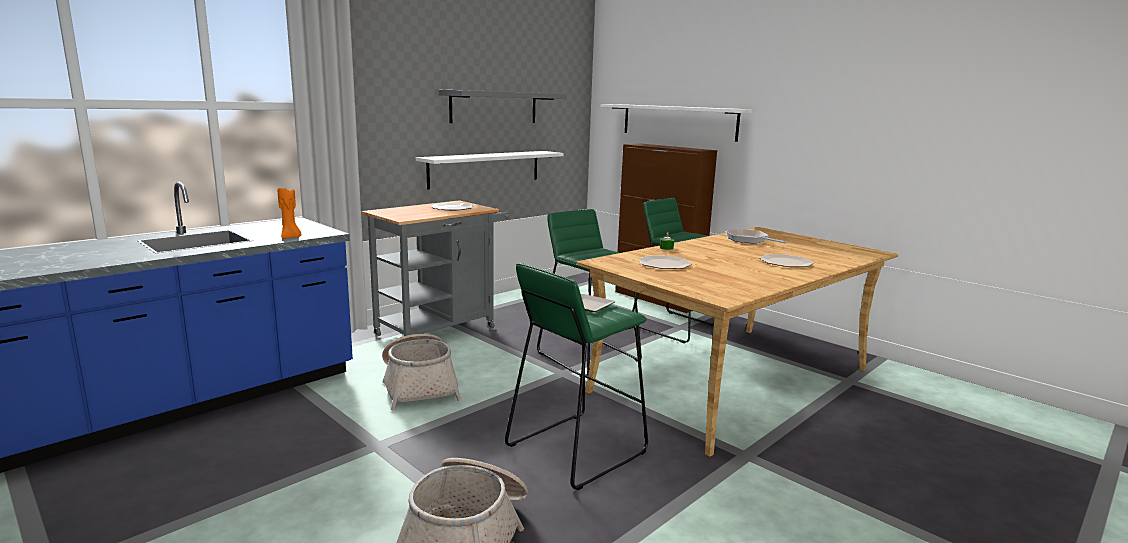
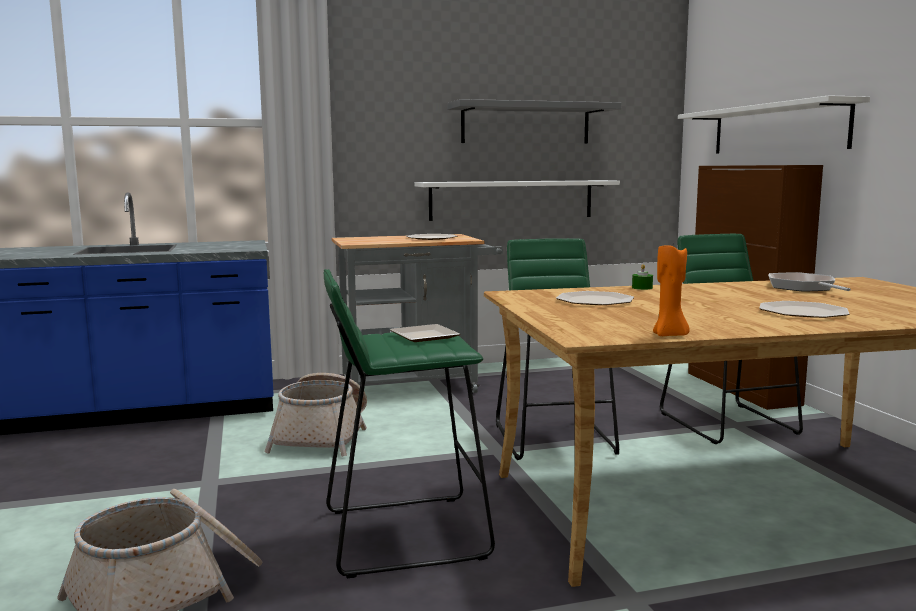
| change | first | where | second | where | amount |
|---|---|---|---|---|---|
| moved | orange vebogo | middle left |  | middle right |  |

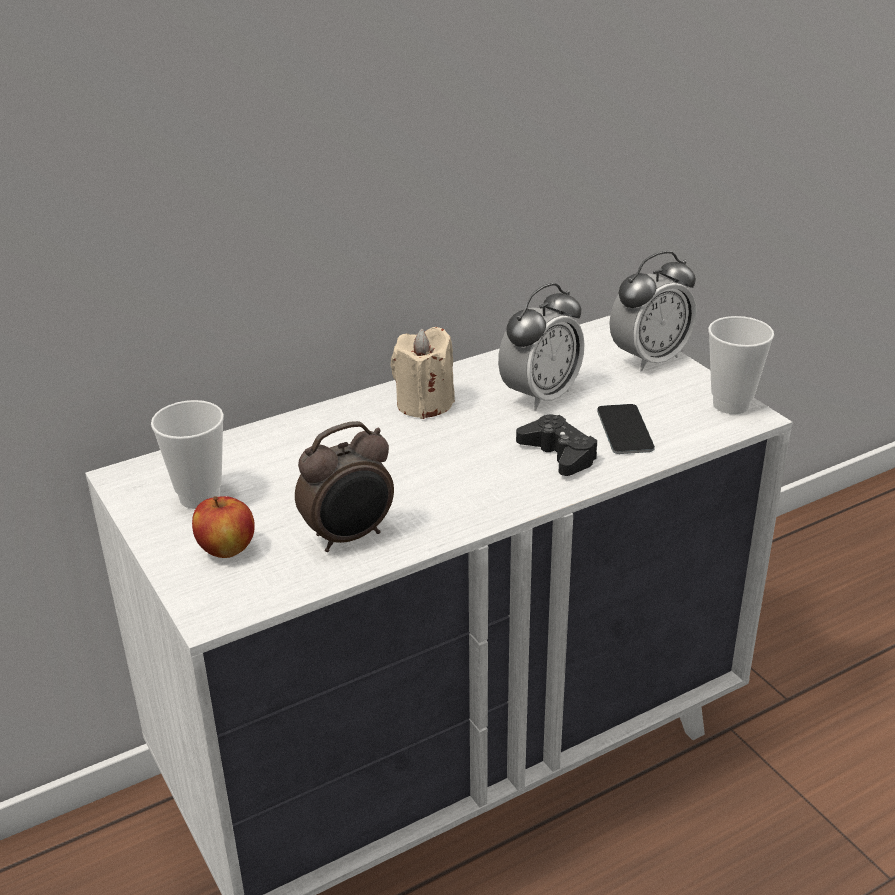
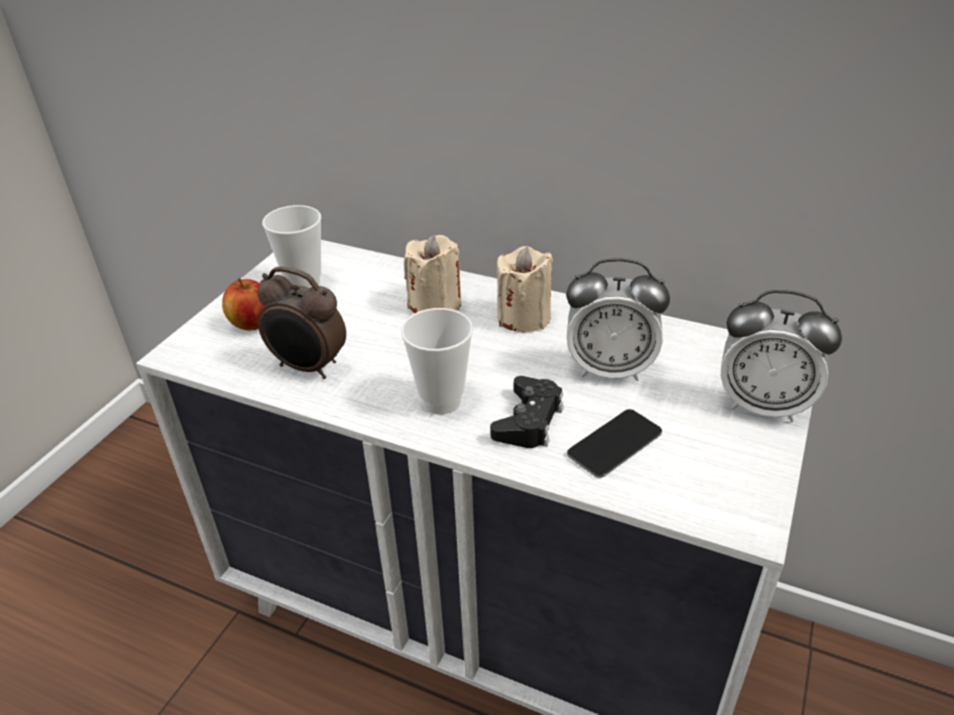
| change | first | where | second | where | amount |
|---|---|---|---|---|---|
| added |  |  | beige vebogo (1st from left) | centre |  |
| moved | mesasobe (2nd from left) | middle right |  | centre |  |

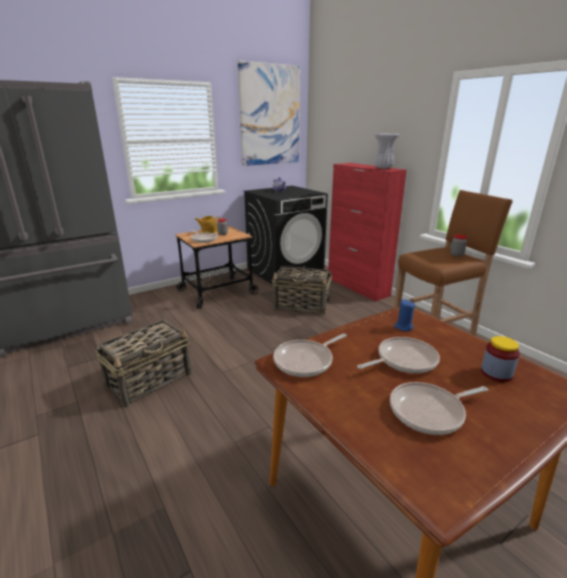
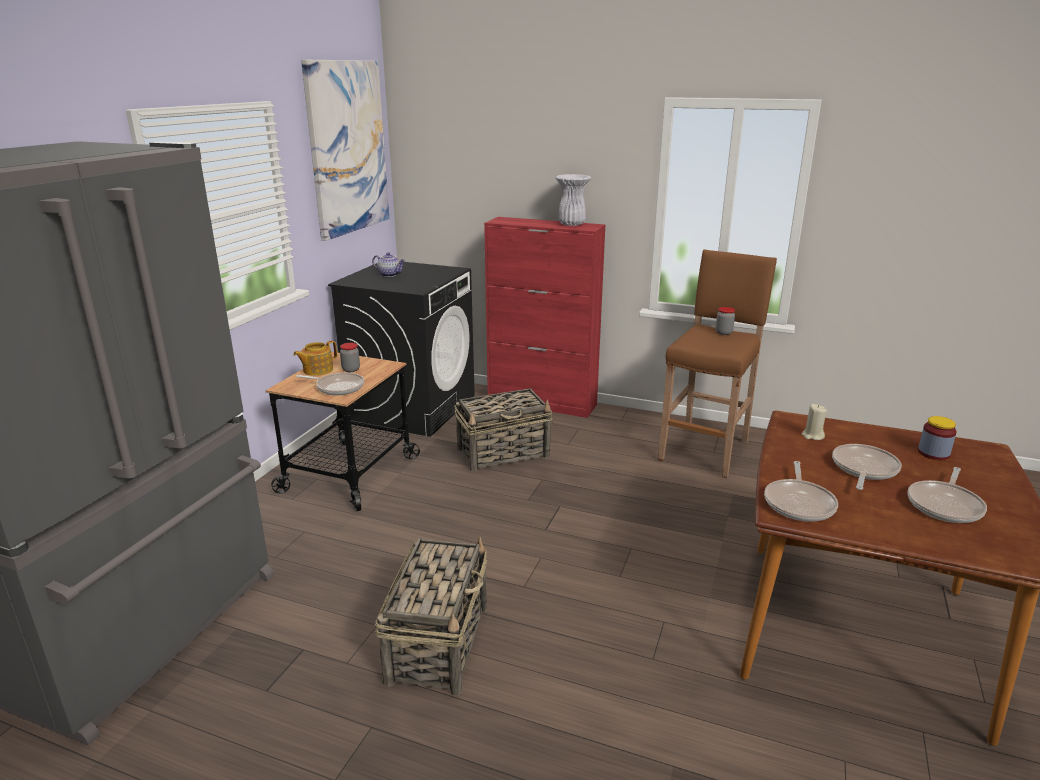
| change | first | where | second | where | amount |
|---|---|---|---|---|---|
| recoloured | blue vebogo | middle right | beige vebogo | middle right |  |

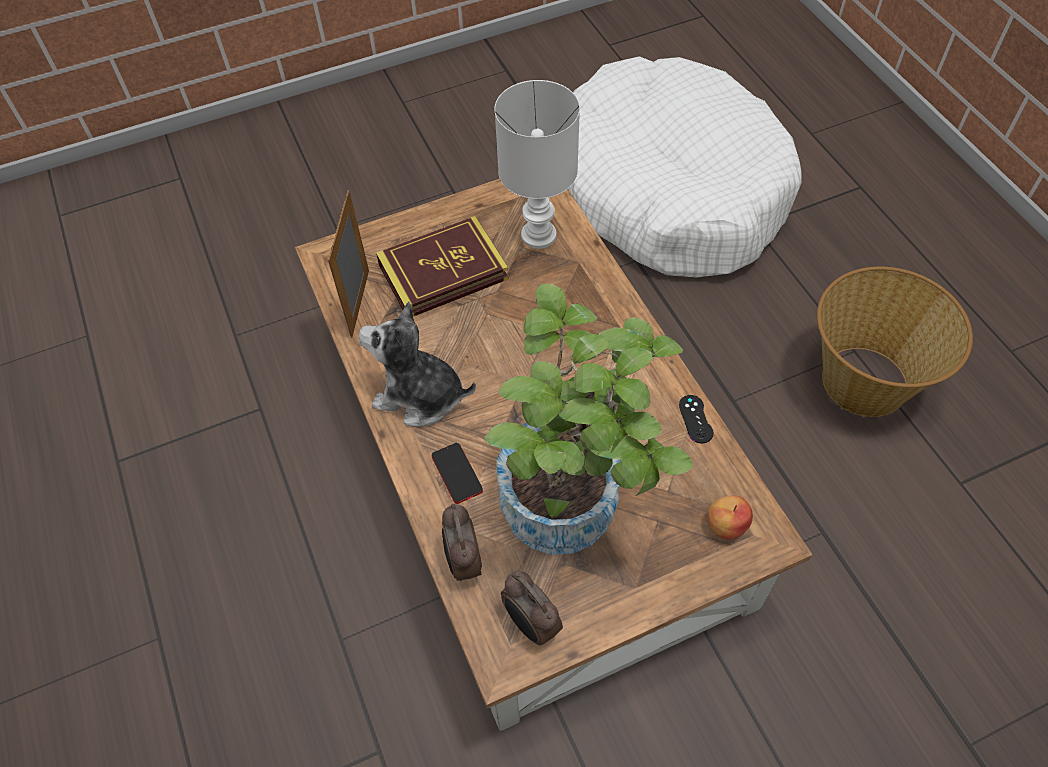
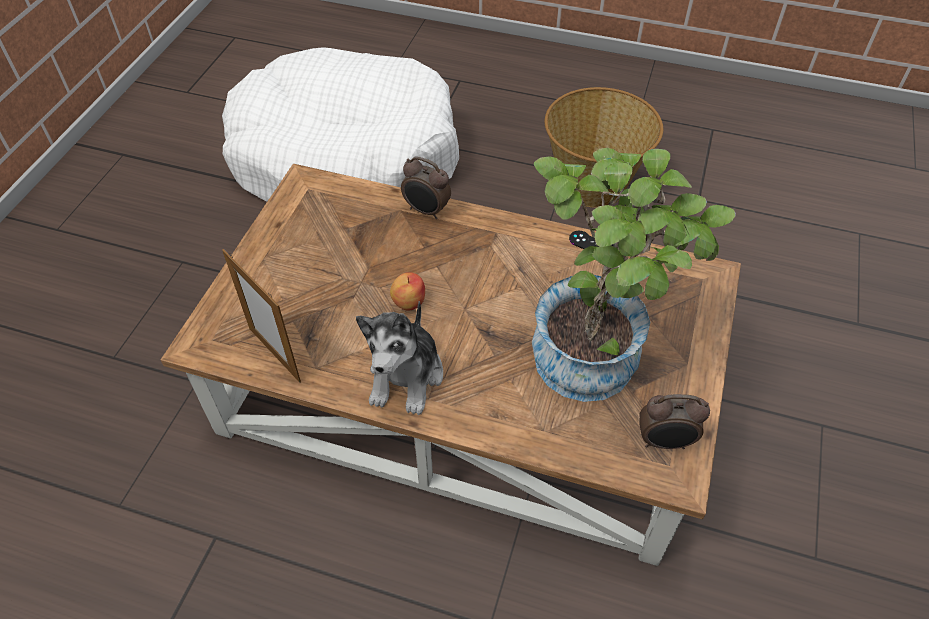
| change | first | where | second | where | amount |
|---|---|---|---|---|---|
| removed | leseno | centre |  |  |  |
| removed | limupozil | centre |  |  |  |
| removed | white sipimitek | top centre |  |  |  |
| moved | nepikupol (1st from left) | bottom centre |  | top centre |  |
| moved | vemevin | bottom right |  | centre |  |
| turned | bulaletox | centre |  | centre | 45 degrees counterclockwise |

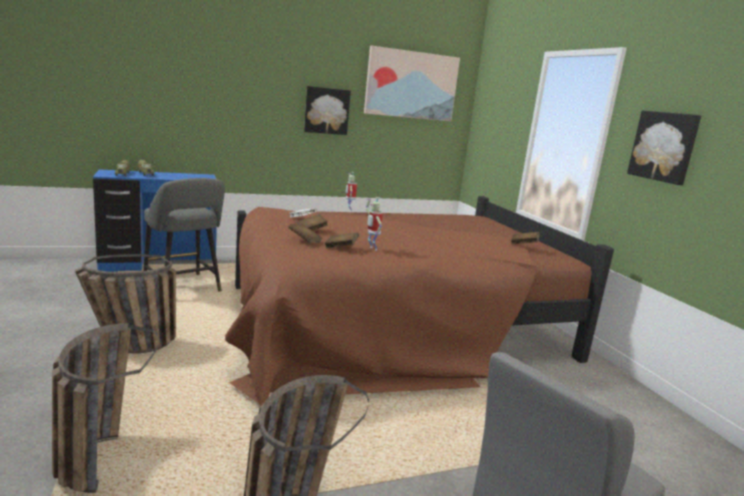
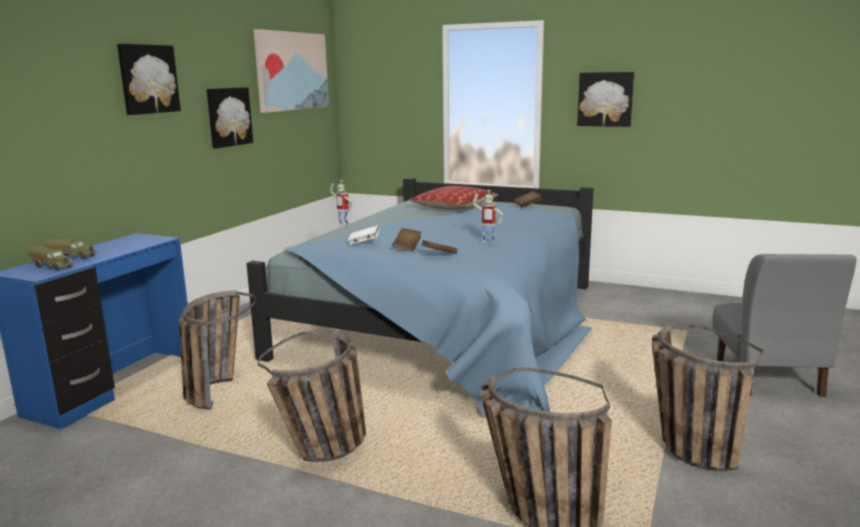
| change | first | where | second | where | amount |
|---|---|---|---|---|---|
| removed | brown leseno (3rd from left) | centre |  |  |  |
| added |  |  | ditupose (1st from left) | top left |  |
| added |  |  | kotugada | centre |  |
| replaced | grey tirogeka | middle left | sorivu (1st from left) | middle left |  |
| recoloured | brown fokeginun | centre | blue fokeginun | centre |  |

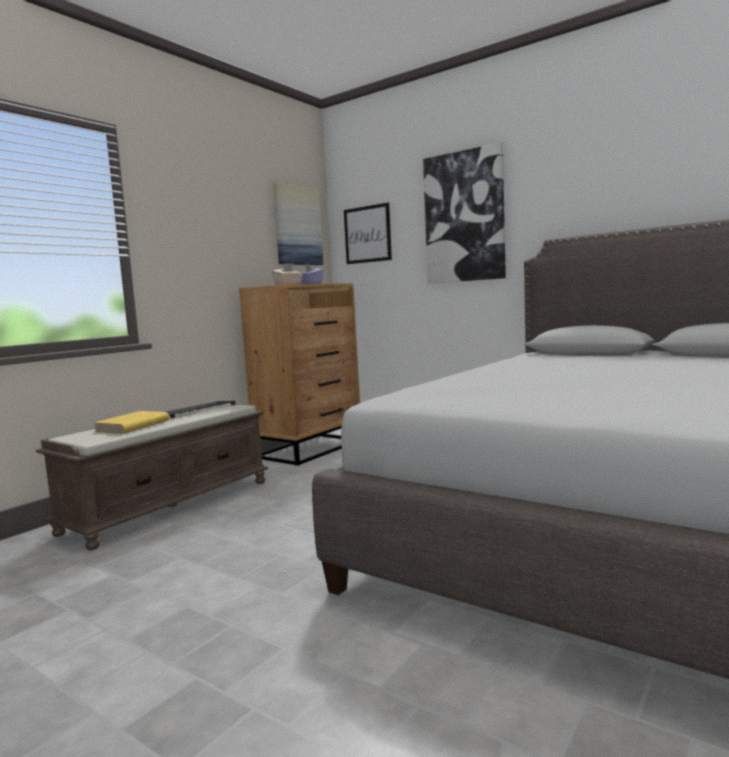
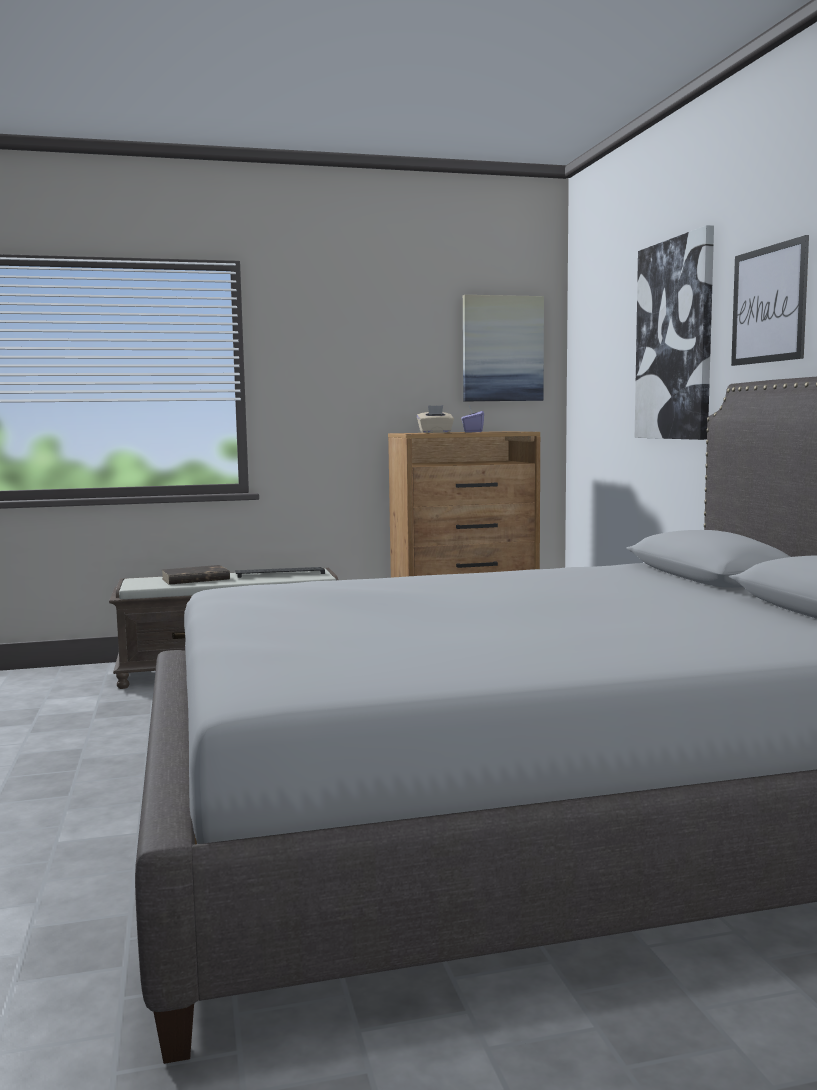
| change | first | where | second | where | amount |
|---|---|---|---|---|---|
| moved | ditupose (2nd from left in the first image) | top centre | ditupose (3rd from left) | top right |  |
| recoloured | yellow leseno | middle left | brown leseno | middle left |  |

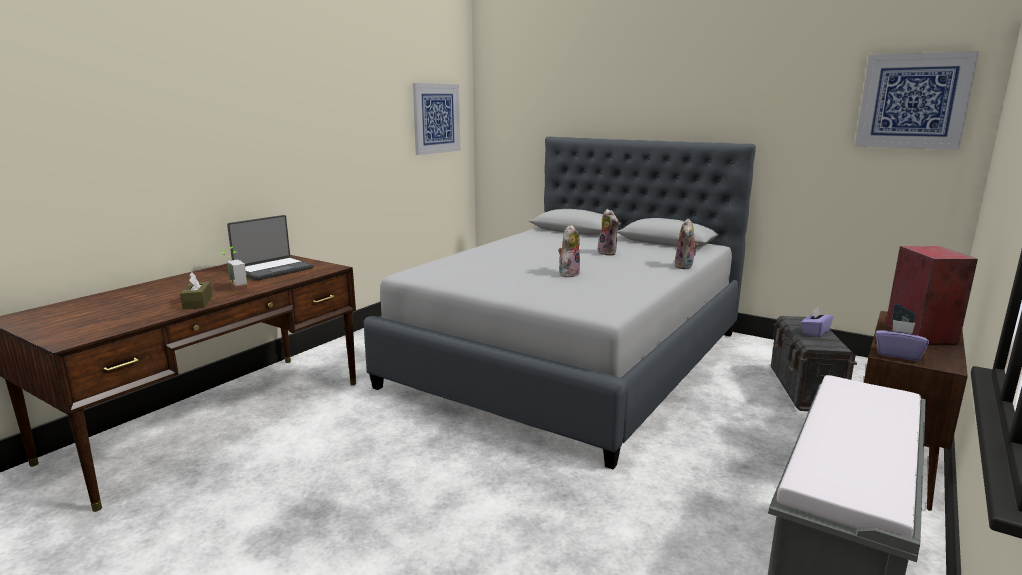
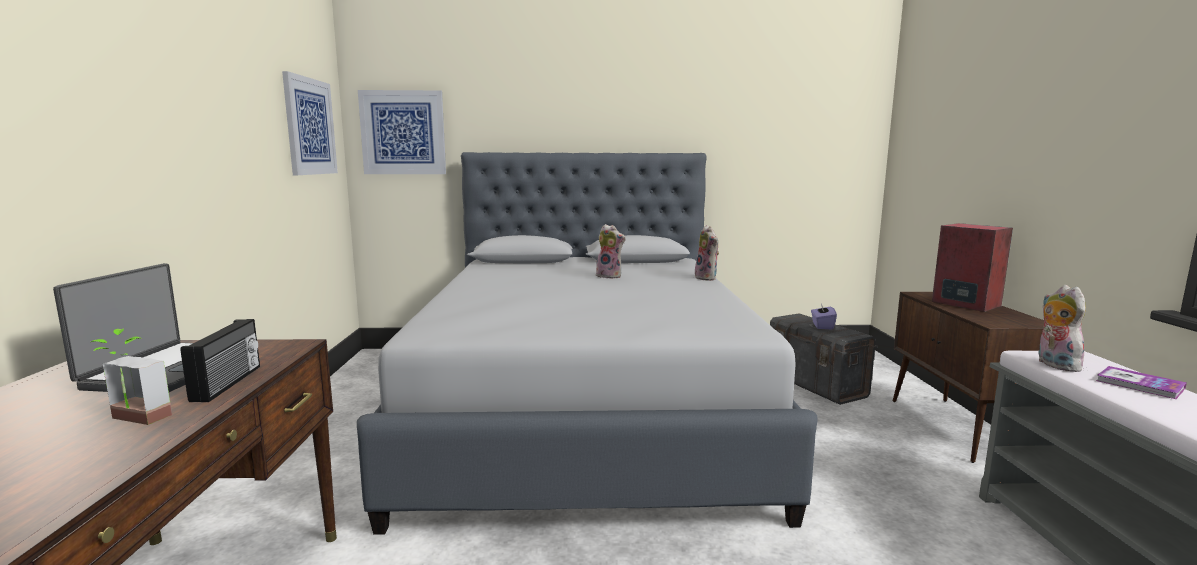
| change | first | where | second | where | amount |
|---|---|---|---|---|---|
| removed | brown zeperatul | middle left |  |  |  |
| removed | purple zeperatul (2nd from left) | middle right |  |  |  |
| added |  |  | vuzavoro | middle left |  |
| added |  |  | leseno | bottom right |  |
| moved | bulaletox (1st from left in the first image) | centre | bulaletox (3rd from left) | middle right |  |
| moved | ditupose (2nd from left) | top right |  | top centre |  |

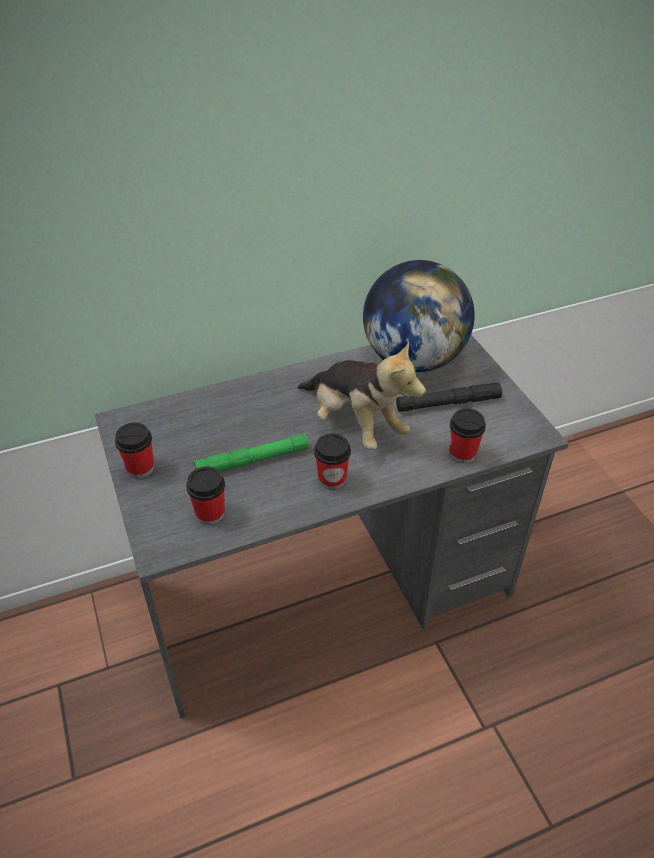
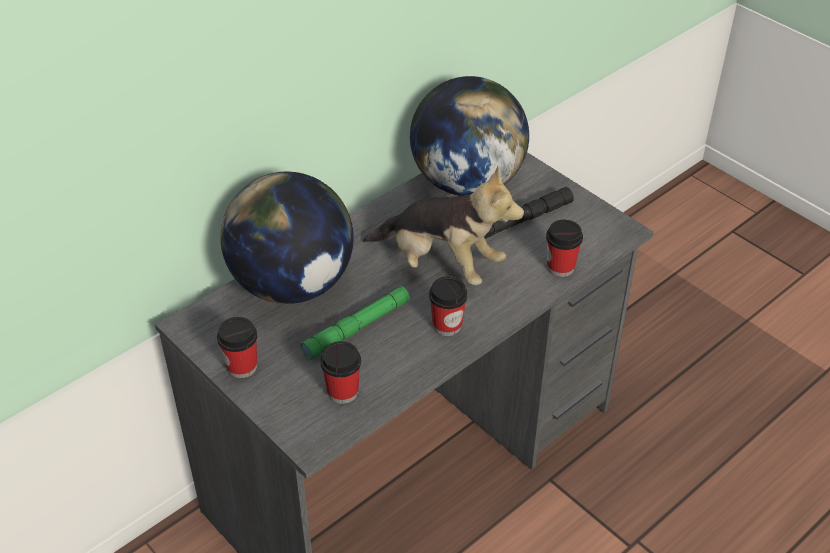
| change | first | where | second | where | amount |
|---|---|---|---|---|---|
| added |  |  | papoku (1st from left) | centre |  |

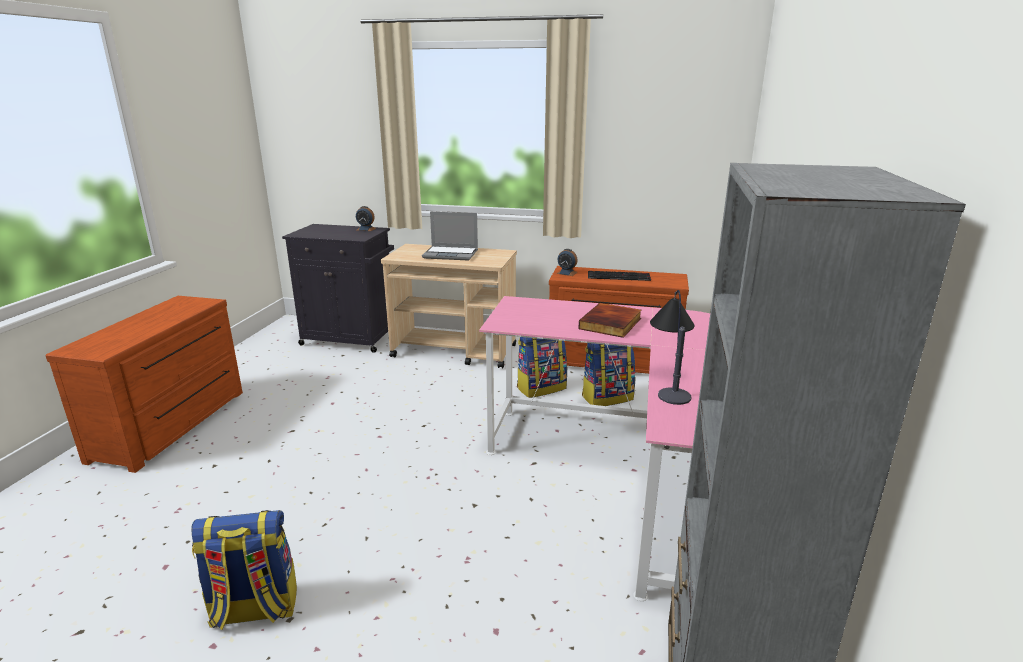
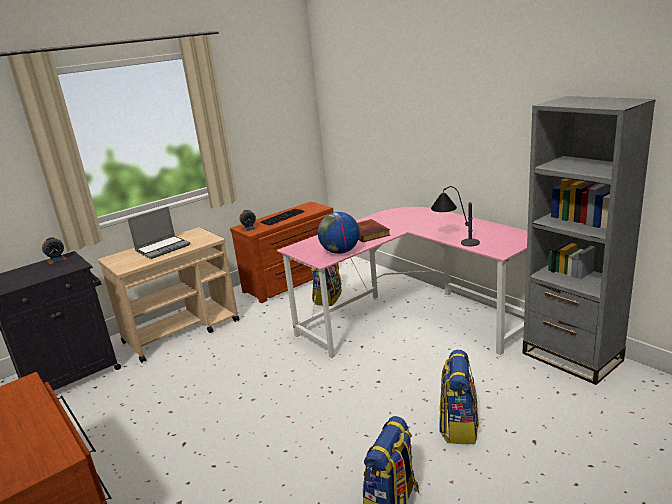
| change | first | where | second | where | amount |
|---|---|---|---|---|---|
| added |  |  | papoku | centre |  |
| moved | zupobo (2nd from left in the first image) | centre | zupobo (3rd from left) | bottom right |  |

